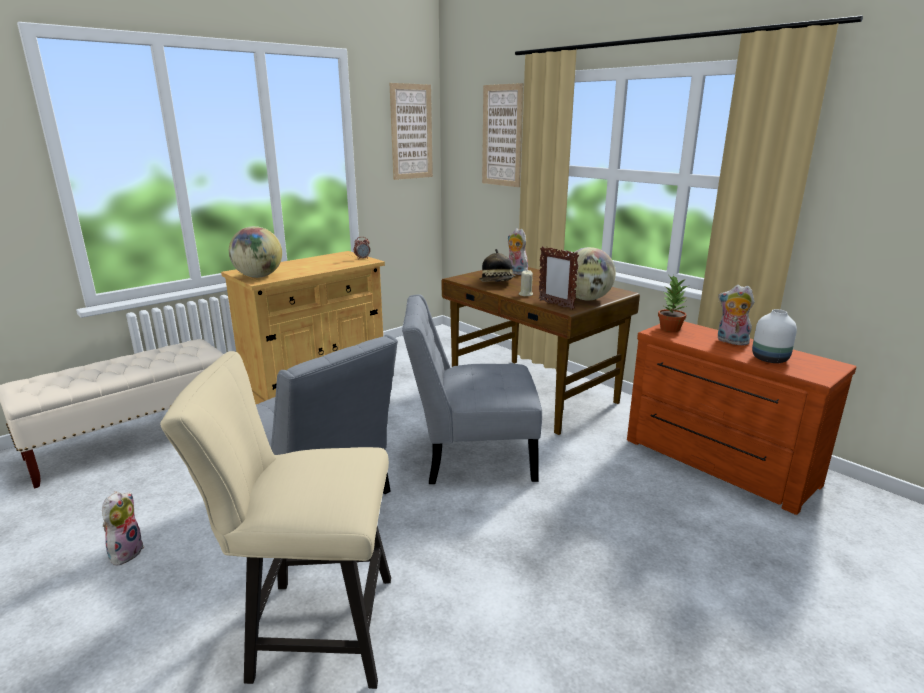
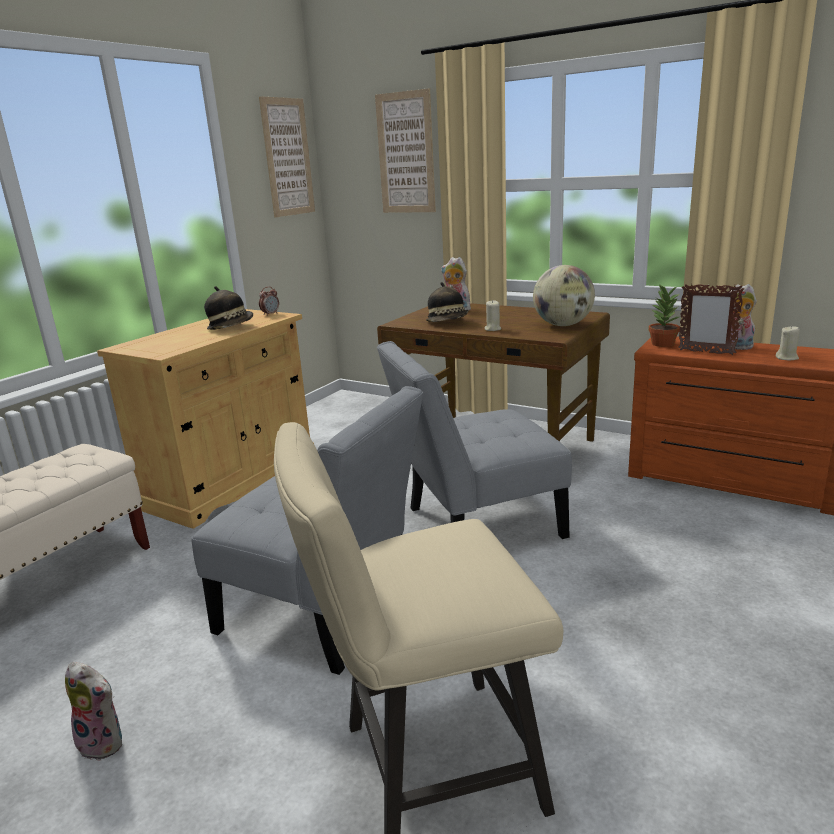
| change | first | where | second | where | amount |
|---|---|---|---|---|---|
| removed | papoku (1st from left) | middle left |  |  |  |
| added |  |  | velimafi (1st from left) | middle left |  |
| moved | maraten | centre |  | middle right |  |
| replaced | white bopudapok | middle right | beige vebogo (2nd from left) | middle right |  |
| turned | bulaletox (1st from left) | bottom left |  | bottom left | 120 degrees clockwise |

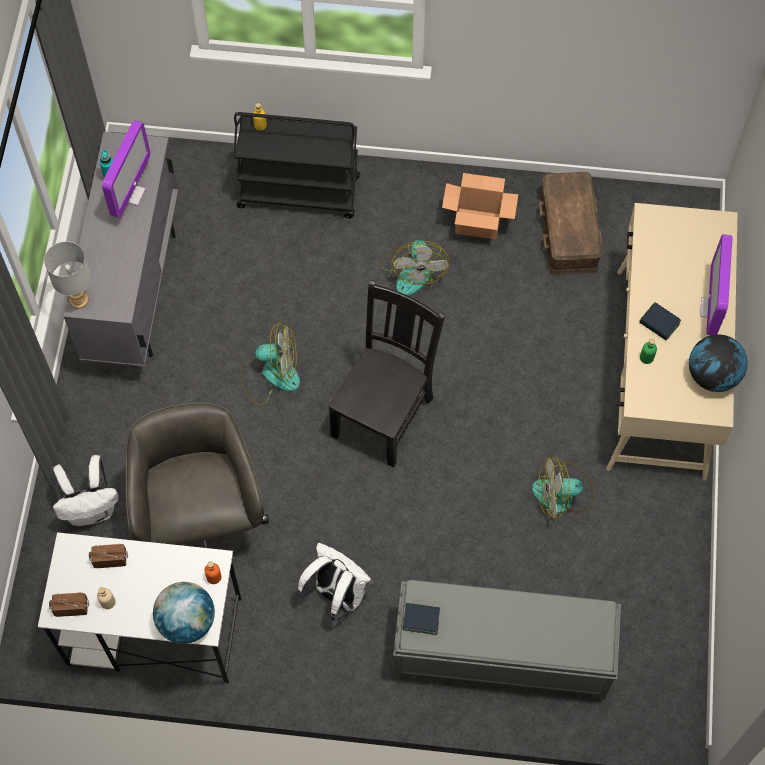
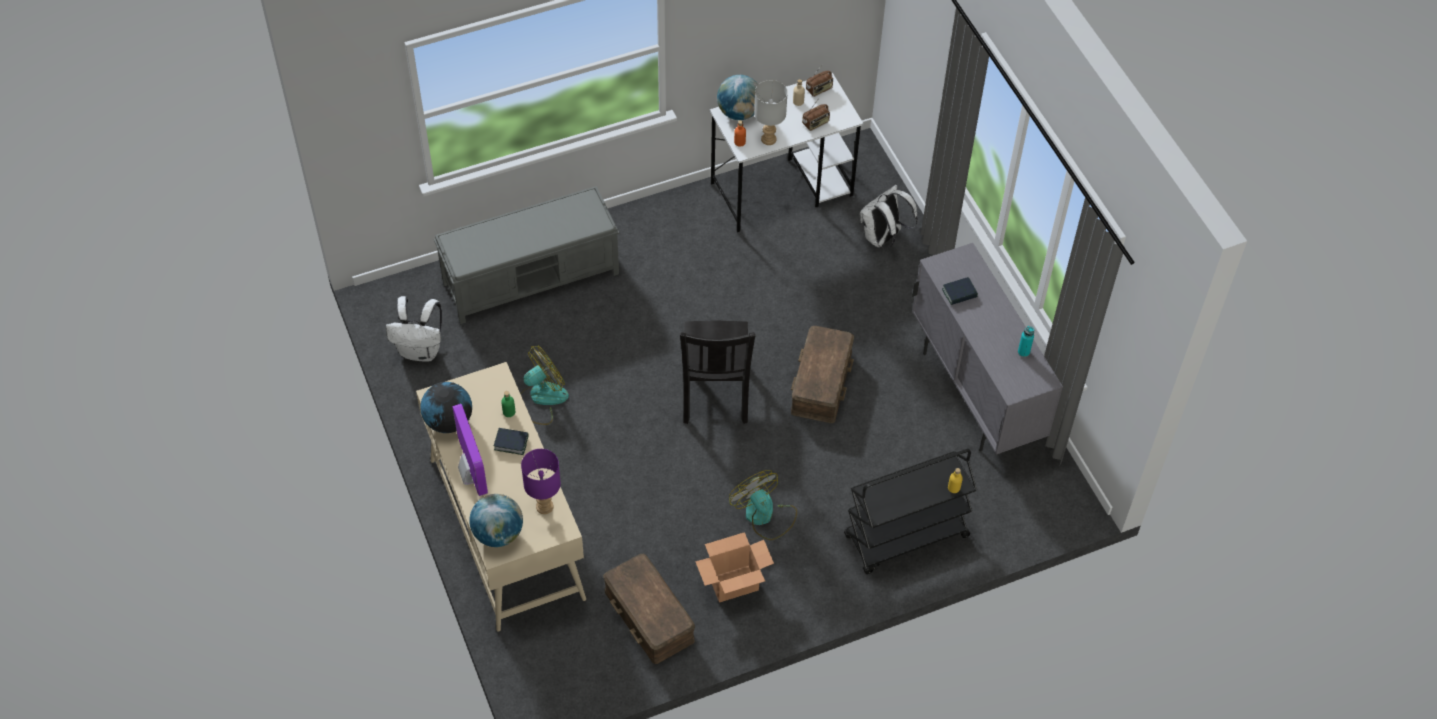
| change | first | where | second | where | amount |
|---|---|---|---|---|---|
| removed | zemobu (1st from left) | top left |  |  |  |
| removed | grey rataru | middle left |  |  |  |
| added |  |  | papoku (2nd from left) | bottom centre |  |
| added |  |  | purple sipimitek | bottom centre |  |
| moved | grey sipimitek | middle left |  | top centre |  |
| moved | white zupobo (2nd from left in the first image) | bottom centre | white zupobo (1st from left) | middle left |  |
| moved | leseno (1st from left in the first image) | bottom centre | leseno (2nd from left) | middle right |  |
| replaced | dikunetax (1st from left) | centre | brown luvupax (2nd from left) | centre |  |

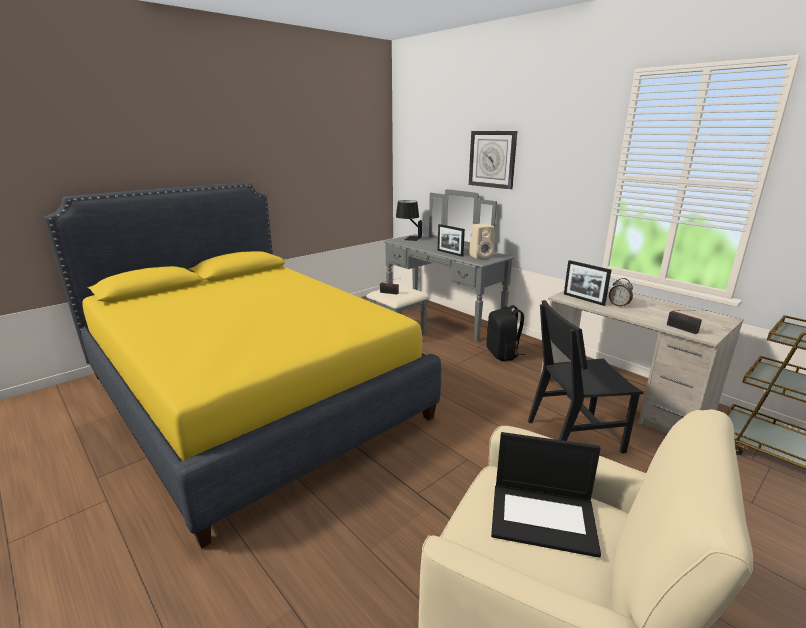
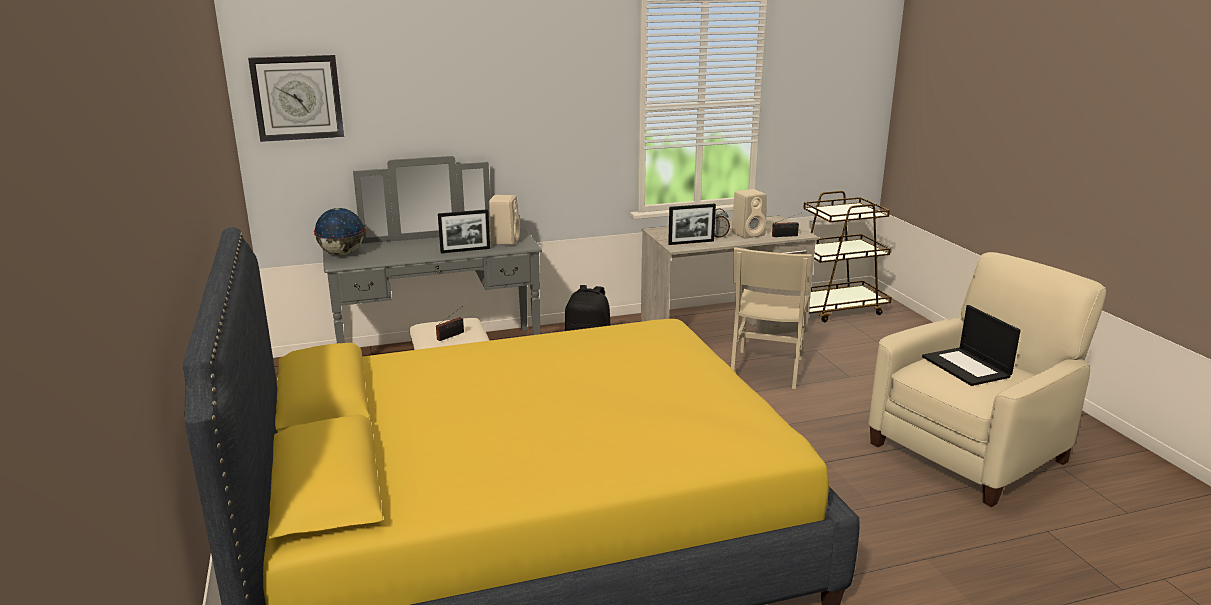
| change | first | where | second | where | amount |
|---|---|---|---|---|---|
| added |  |  | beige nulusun (2nd from left) | centre |  |
| moved | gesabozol | top centre |  | top left |  |
| replaced | black sipimitek | centre | papoku | middle left |  |
| recoloured | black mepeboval | middle right | beige mepeboval | centre |  |
| turned | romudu | bottom right |  | middle right | 120 degrees clockwise |

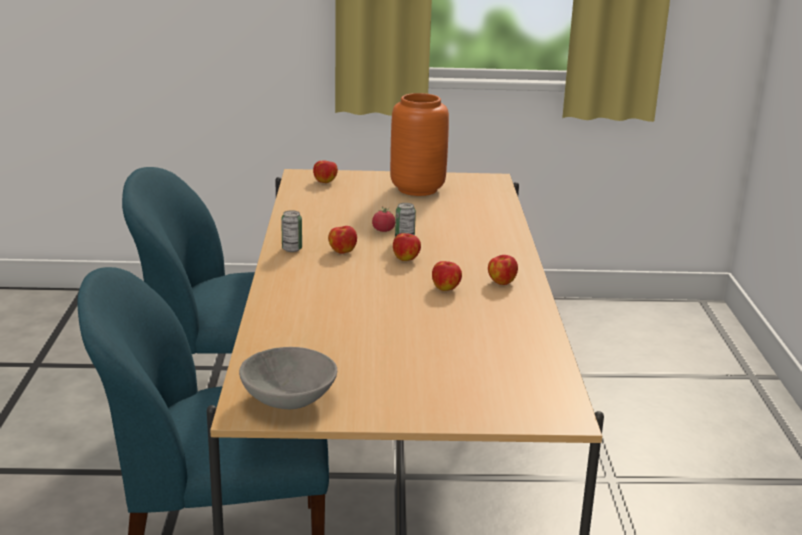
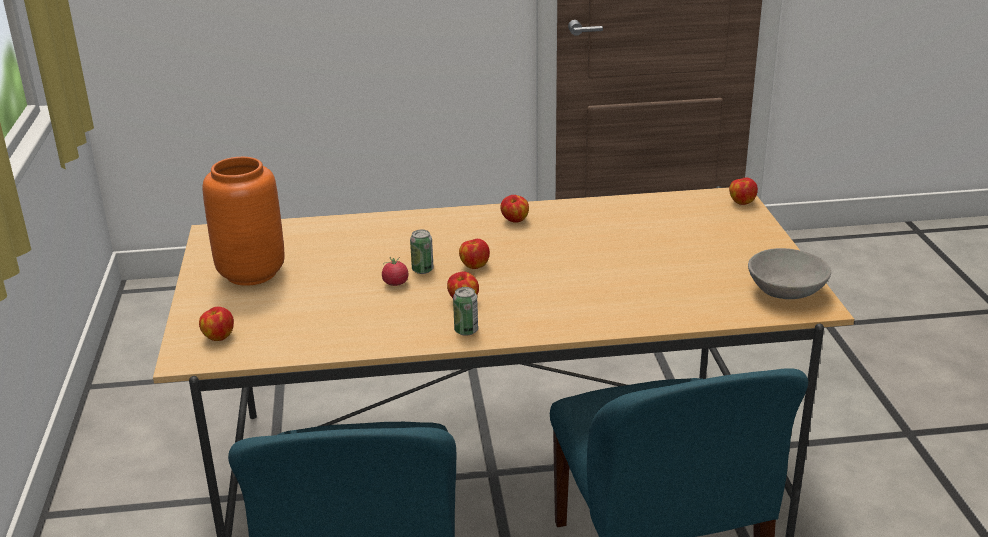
| change | first | where | second | where | amount |
|---|---|---|---|---|---|
| moved | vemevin (4th from left in the first image) | centre | vemevin (5th from left) | middle right |  |

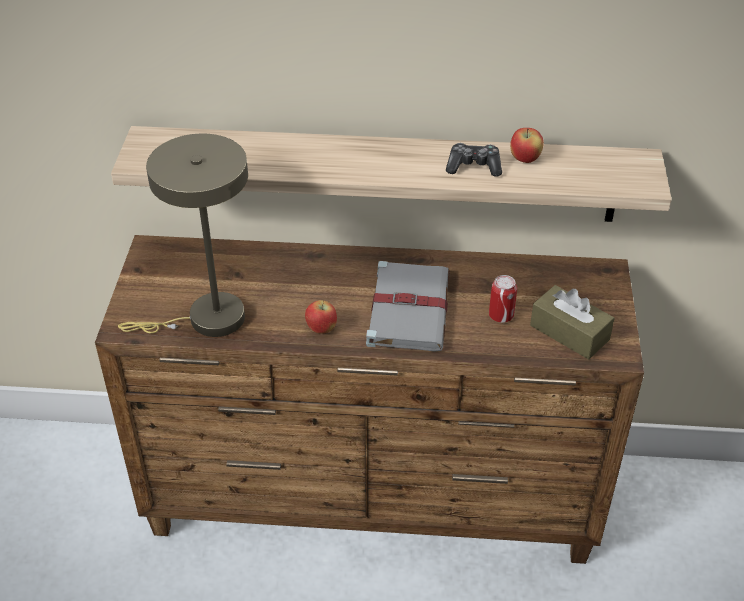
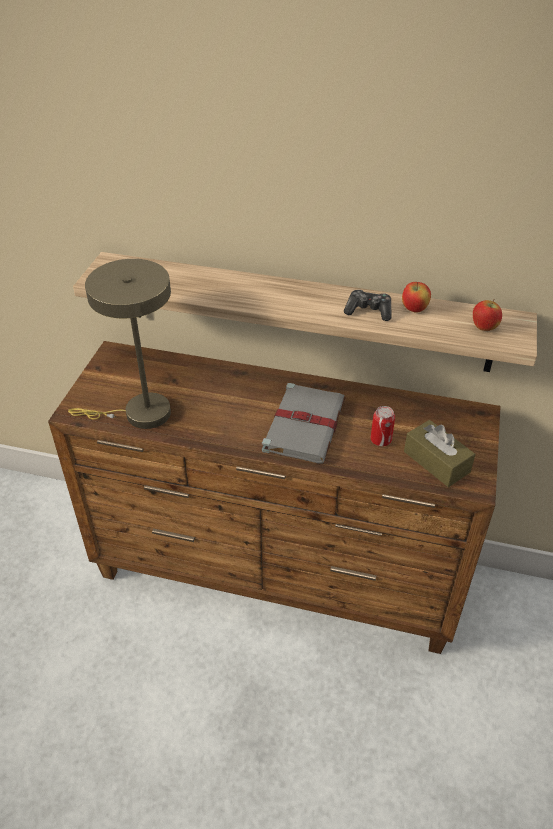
| change | first | where | second | where | amount |
|---|---|---|---|---|---|
| moved | vemevin (1st from left in the first image) | centre | vemevin (2nd from left) | middle right |  |

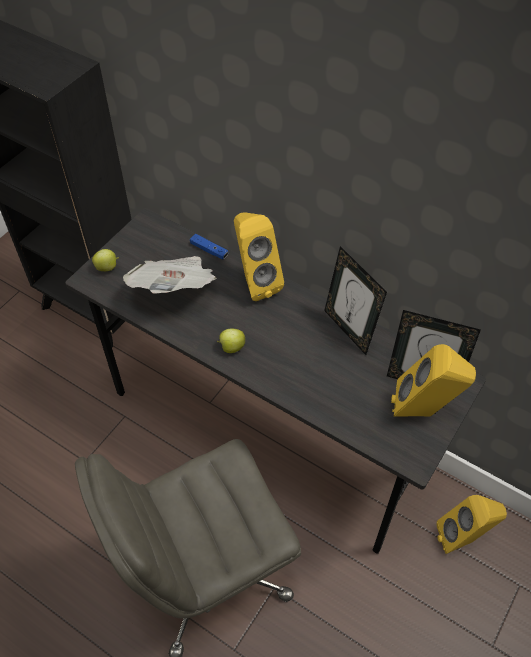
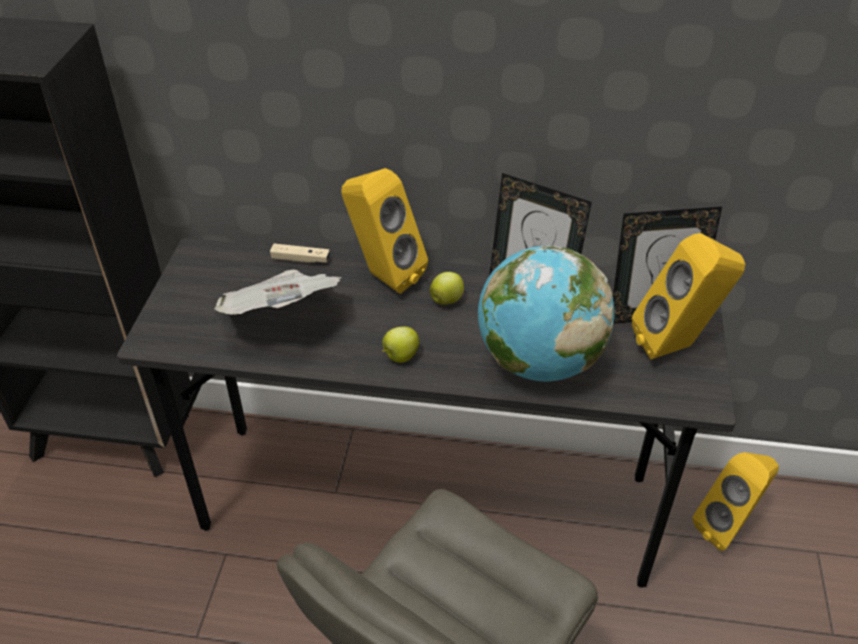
| change | first | where | second | where | amount |
|---|---|---|---|---|---|
| added |  |  | papoku | centre |  |
| moved | vemevin (1st from left in the first image) | middle left | vemevin (2nd from left) | centre |  |
| recoloured | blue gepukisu | centre | beige gepukisu | centre |  |

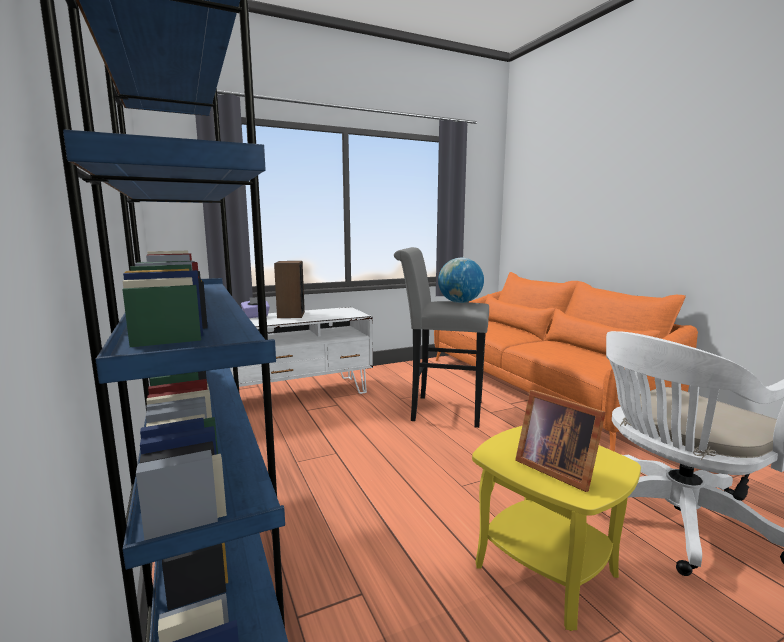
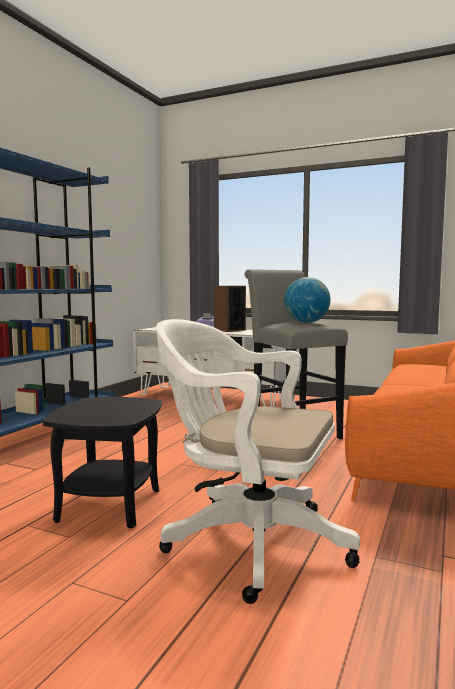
| change | first | where | second | where | amount |
|---|---|---|---|---|---|
| removed | maraten | bottom right |  |  |  |
| recoloured | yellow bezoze | bottom right | black bezoze | bottom left |  |

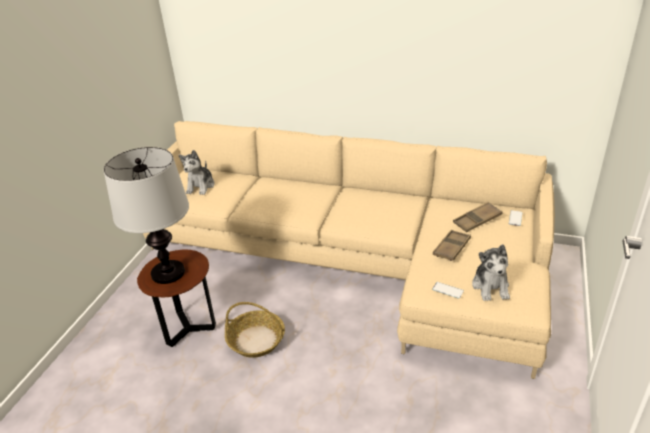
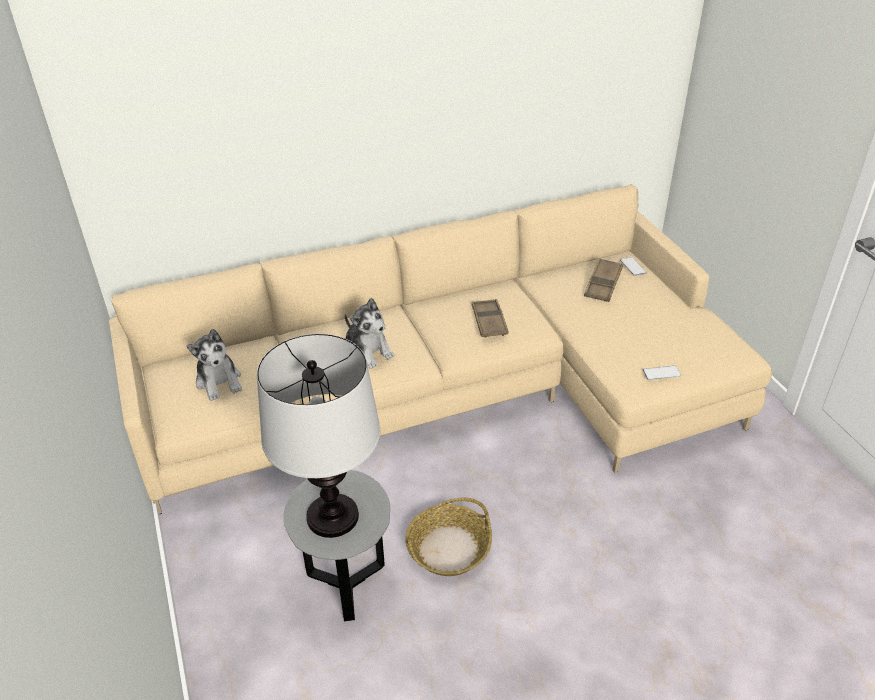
| change | first | where | second | where | amount |
|---|---|---|---|---|---|
| moved | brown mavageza (1st from left) | middle right |  | centre |  |
| moved | bulaletox (2nd from left) | middle right |  | centre |  |
| recoloured | brown bezoze | bottom left | grey bezoze | bottom centre |  |

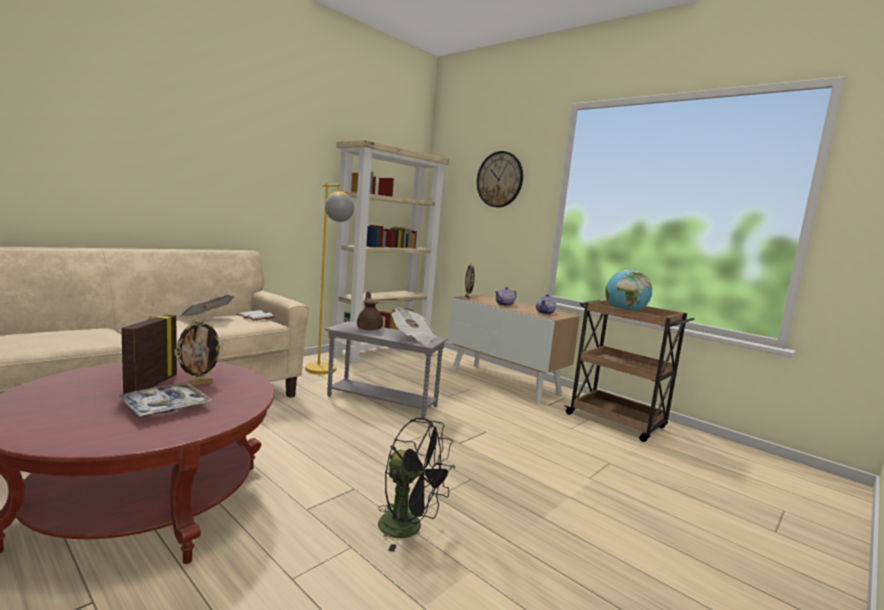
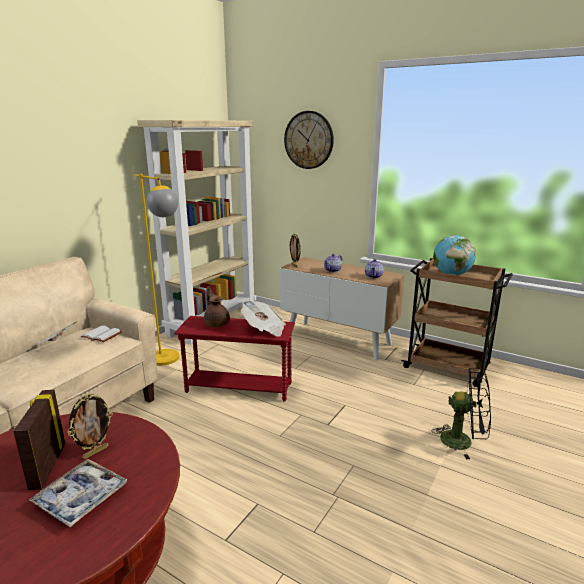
| change | first | where | second | where | amount |
|---|---|---|---|---|---|
| moved | black dikunetax | bottom centre |  | bottom right |  |
| recoloured | grey bezoze | centre | red bezoze | centre |  |

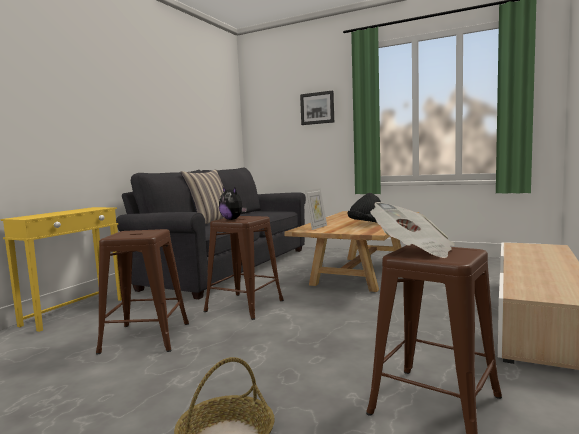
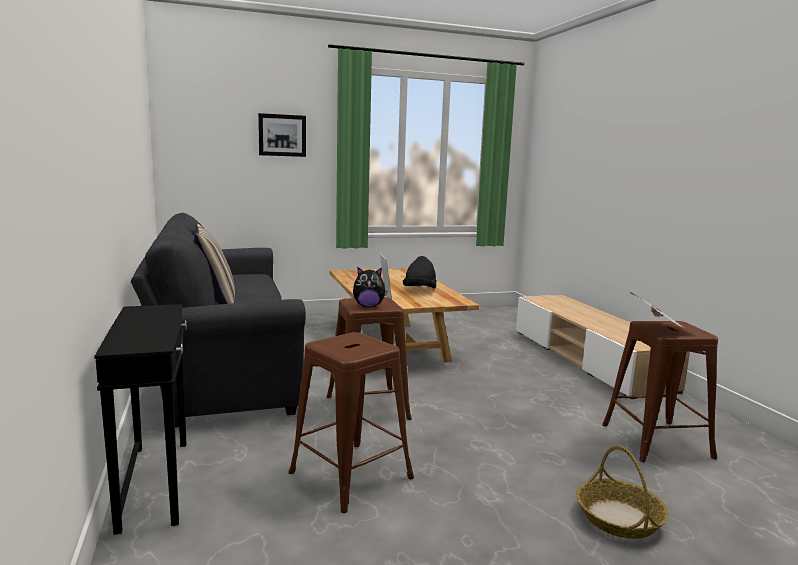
| change | first | where | second | where | amount |
|---|---|---|---|---|---|
| recoloured | yellow bezoze | middle left | black bezoze | bottom left |  |

